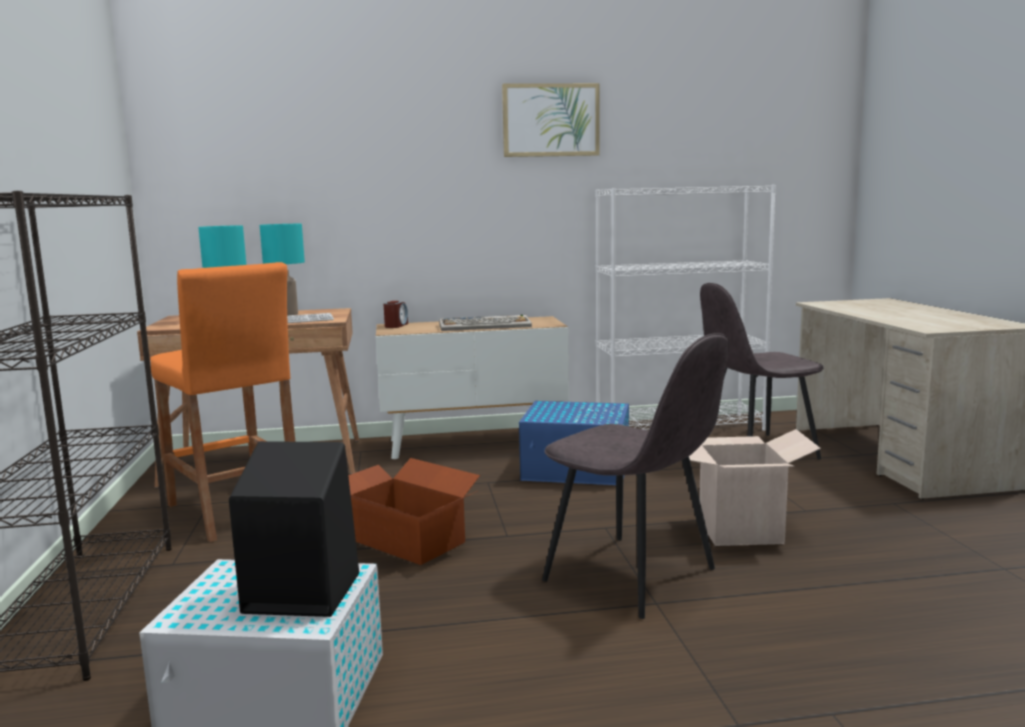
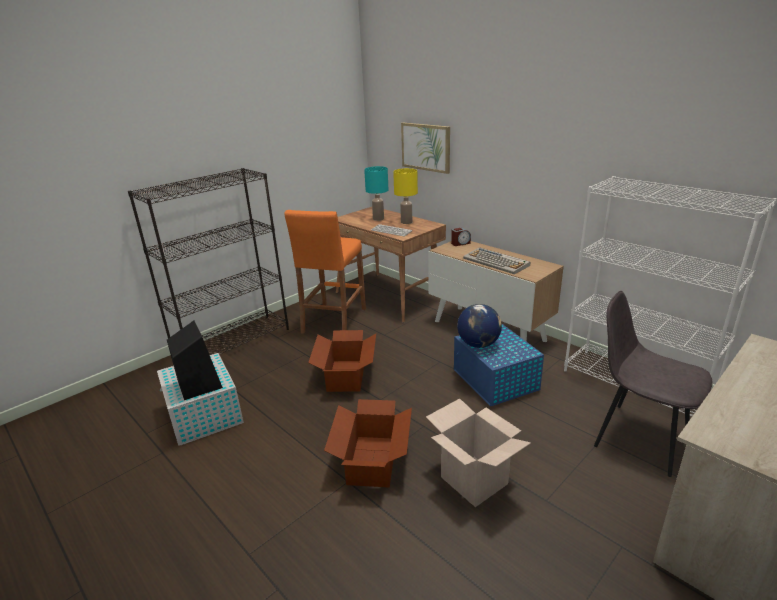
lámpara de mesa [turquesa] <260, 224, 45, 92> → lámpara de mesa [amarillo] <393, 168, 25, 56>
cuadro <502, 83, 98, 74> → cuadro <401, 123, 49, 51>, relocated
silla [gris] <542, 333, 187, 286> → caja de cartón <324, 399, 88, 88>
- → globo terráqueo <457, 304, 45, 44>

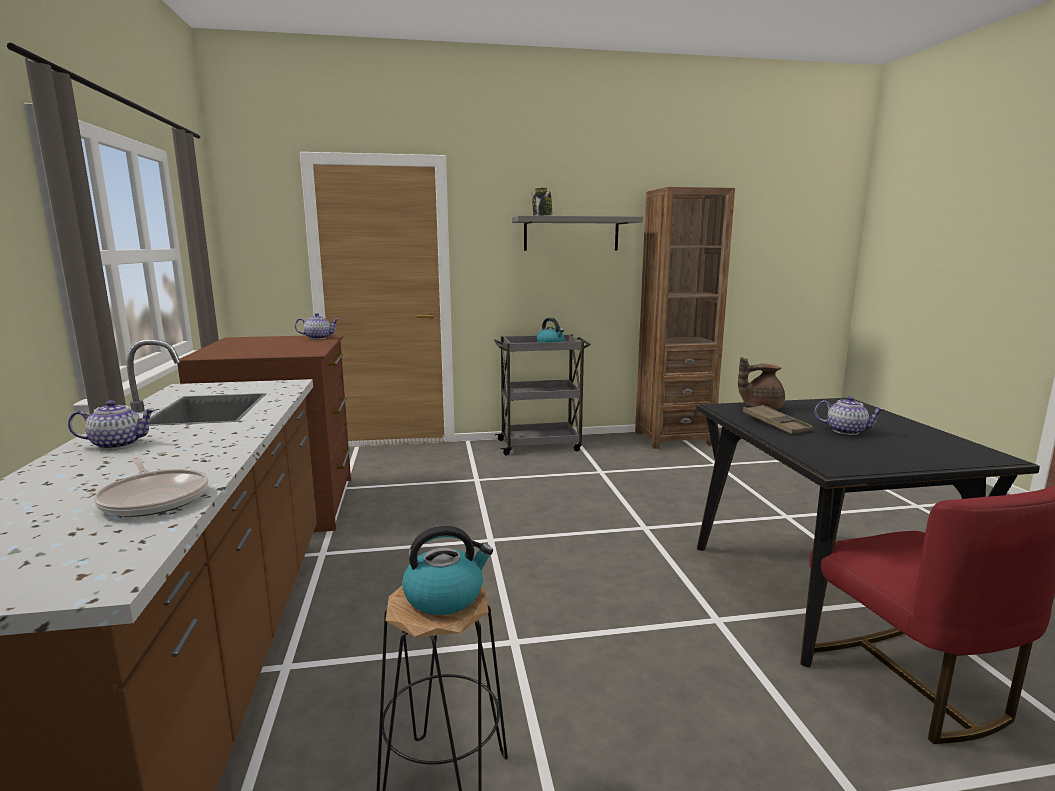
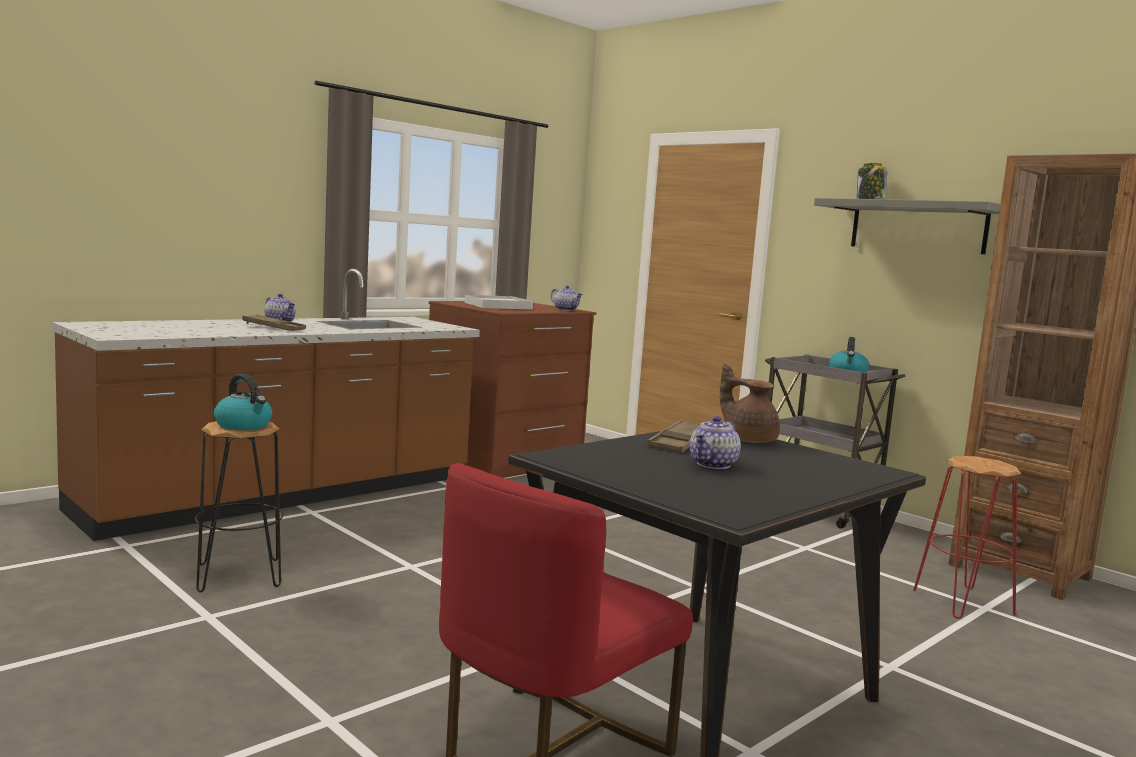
sartén <94, 457, 114, 60> → -
tetera <814, 396, 71, 39> → tetera <689, 416, 52, 53>, 45 degrees clockwise
- → bandeja [marrón] <242, 315, 64, 16>
- → bandeja [blanco] <464, 295, 69, 15>
- → taburete [rojo] <913, 456, 108, 163>

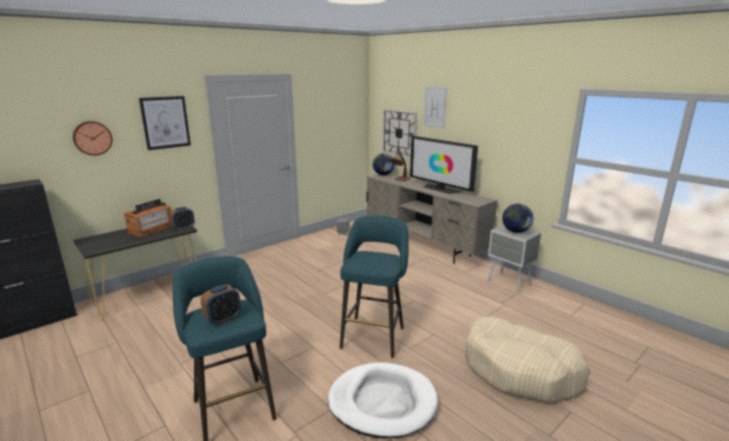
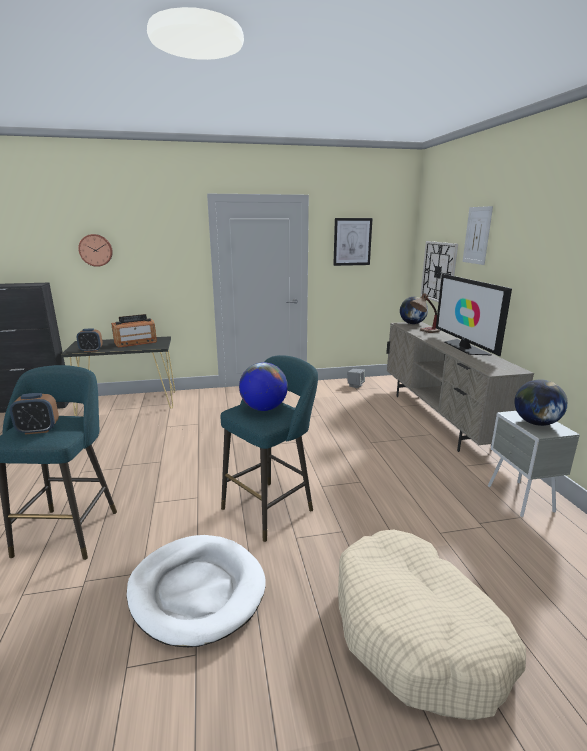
cuadro <139, 96, 52, 54> → cuadro <333, 218, 40, 48>, relocated
despertador <170, 207, 25, 24> → despertador <77, 328, 26, 24>, relocated
- → globo terráqueo <239, 362, 49, 49>

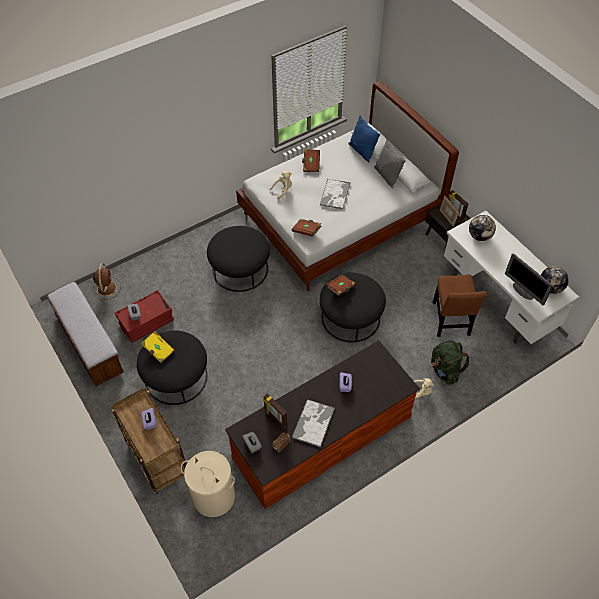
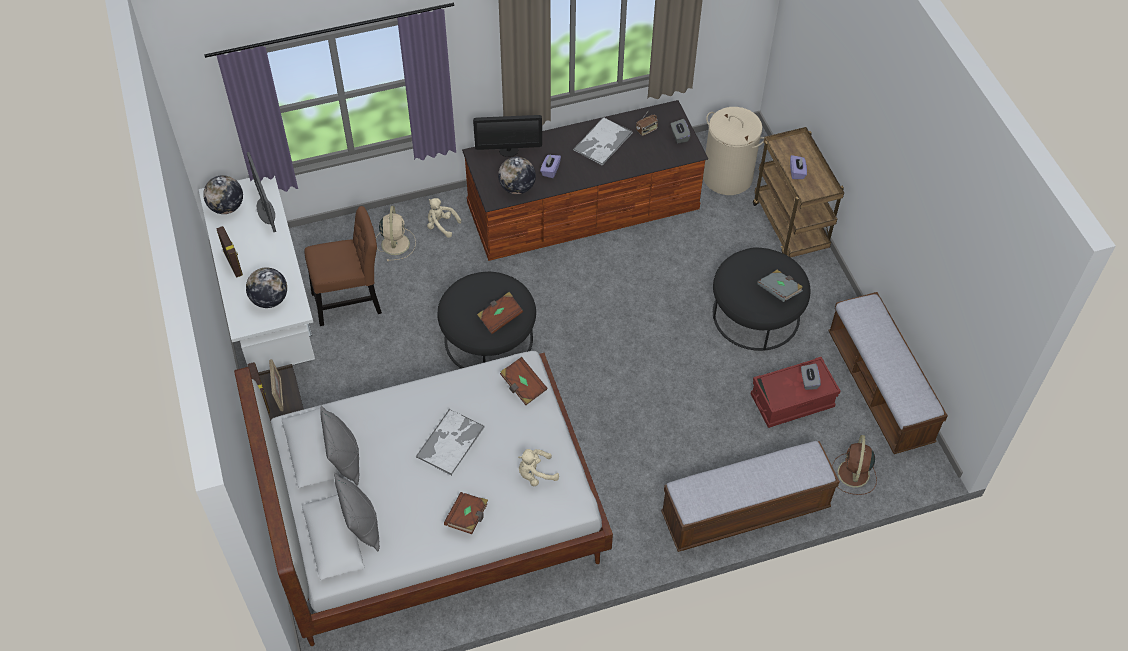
libro [amarillo] <141, 331, 33, 32> → libro [gris] <757, 270, 46, 32>
puf [negro] <207, 226, 63, 66> → -
portarretratos <263, 393, 24, 35> → portarretratos <216, 226, 27, 52>, relocated
cojín [azul] <348, 116, 32, 46> → cojín [gris] <334, 473, 46, 78>
mochila [verde] <431, 340, 39, 45> → ventilador [beis] <376, 206, 40, 55>
silla [marrón] <433, 275, 54, 62> → silla [marrón] <304, 206, 78, 120>, 60 degrees clockwise
- → monitor <473, 115, 69, 42>
- → globo terráqueo <498, 157, 38, 37>
- → banco <661, 441, 179, 111>

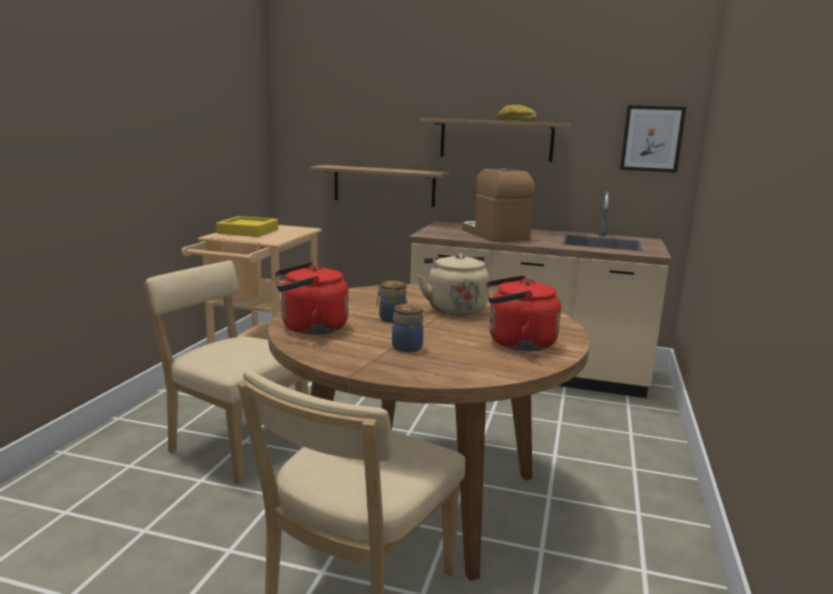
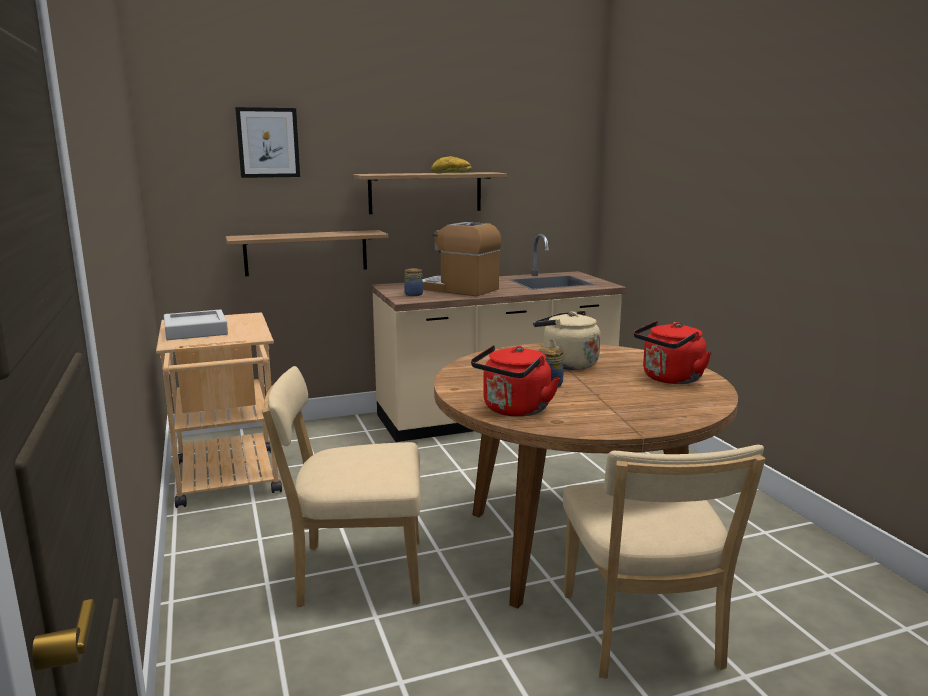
bandeja [amarillo] <216, 216, 62, 21> → bandeja [gris] <164, 309, 64, 31>
tarro <392, 304, 31, 48> → tarro <404, 268, 19, 28>, relocated
cuadro <620, 105, 66, 68> → cuadro <235, 107, 65, 71>, relocated

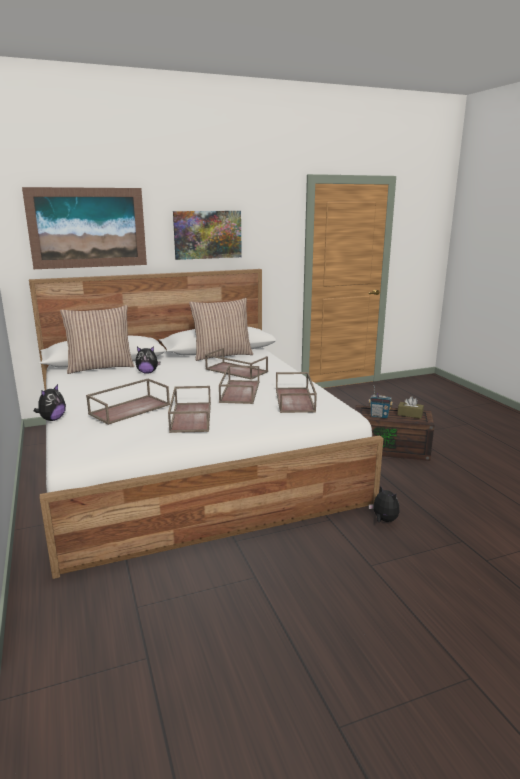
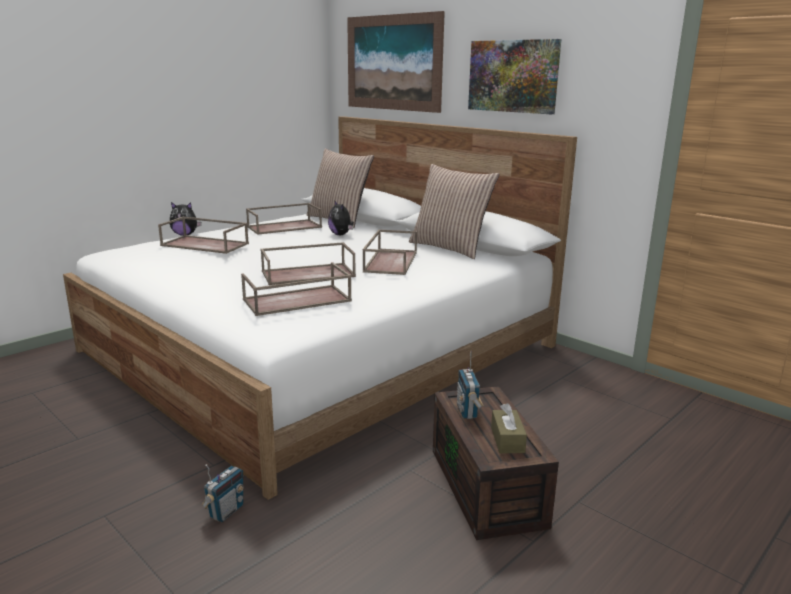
bandeja [marrón] <168, 386, 43, 47> → bandeja [marrón] <246, 203, 76, 32>, relocated
peluche <369, 486, 30, 36> → radio <201, 464, 42, 58>

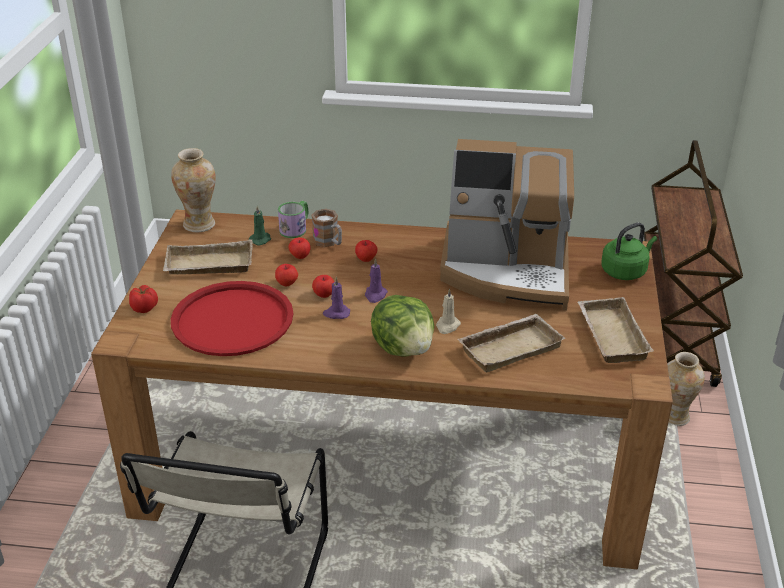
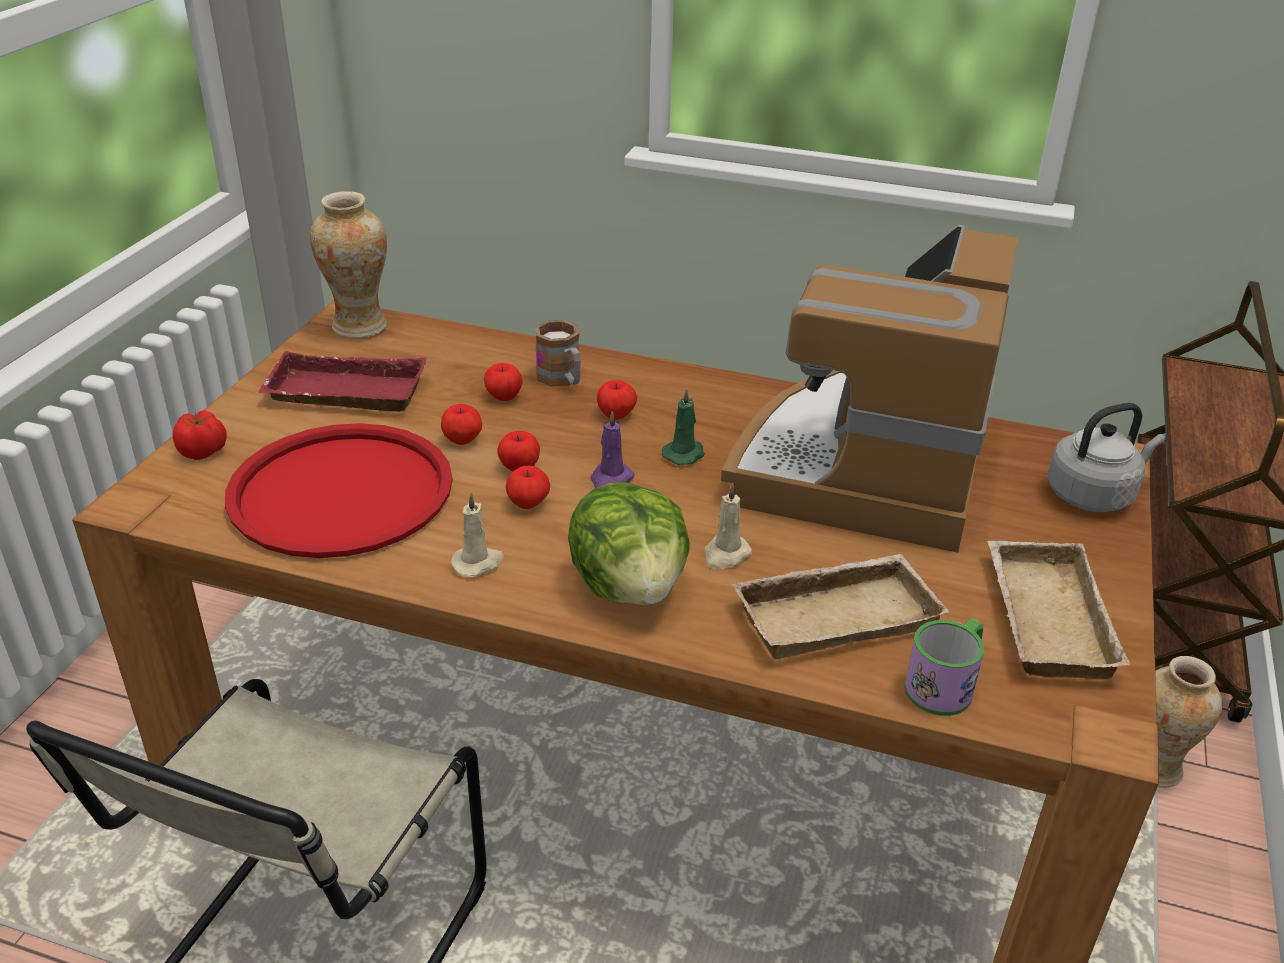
bandeja [beis] <163, 239, 90, 35> → bandeja [rojo] <258, 351, 169, 61>
vela [verde] <249, 205, 22, 41> → vela [verde] <661, 388, 44, 78>, relocated
taza grande <278, 201, 31, 37> → taza grande <904, 619, 80, 97>, relocated
vela [morado] <323, 277, 27, 42> → manzana <506, 466, 44, 43>
cafetera <440, 139, 134, 171> → cafetera <721, 225, 297, 328>, 90 degrees clockwise
hervidor [verde] <601, 222, 56, 58> → hervidor [gris] <1047, 403, 118, 109>
- → vela [beis] <451, 492, 53, 85>

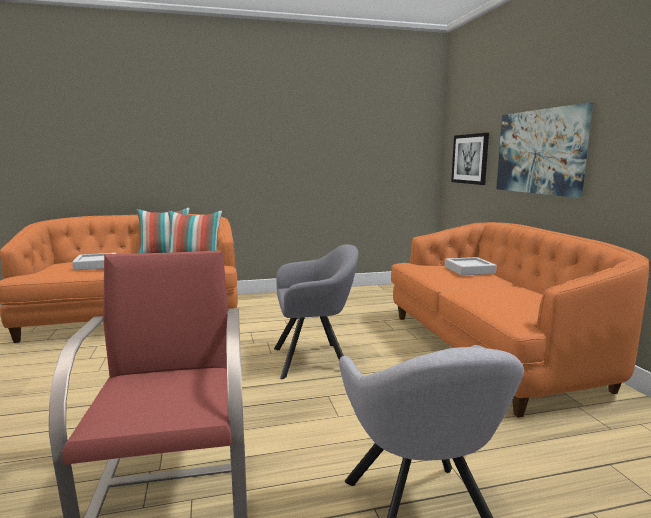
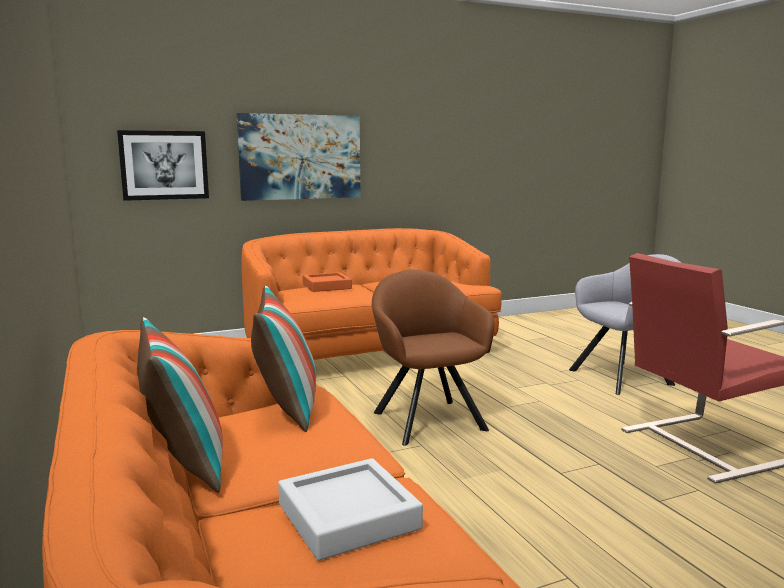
sillón [gris] <274, 244, 85, 135> → sillón [marrón] <372, 270, 123, 176>
bandeja [gris] <445, 257, 52, 19> → bandeja [naranja] <303, 272, 49, 20>

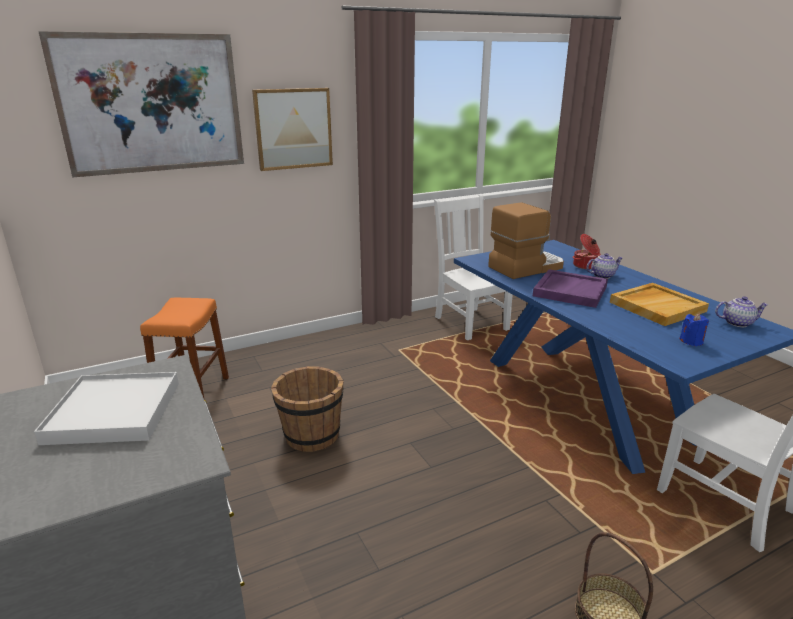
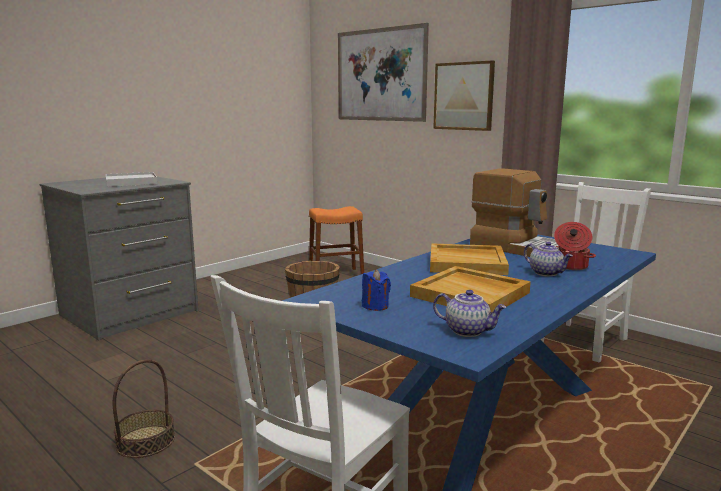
bandeja [morado] <533, 269, 75, 39> → bandeja [beis] <430, 243, 79, 32>
tetera <715, 296, 54, 31> → tetera <433, 290, 74, 47>, 45 degrees counterclockwise

